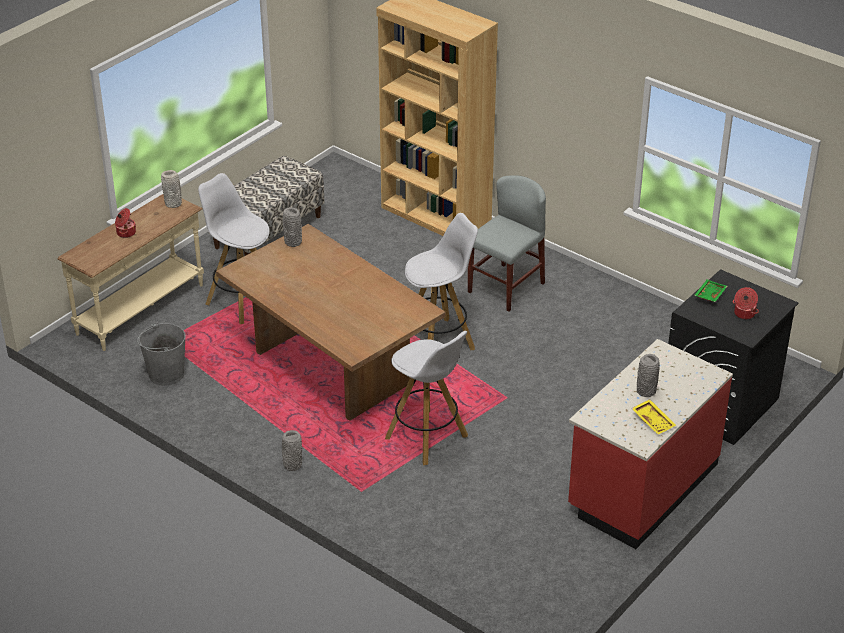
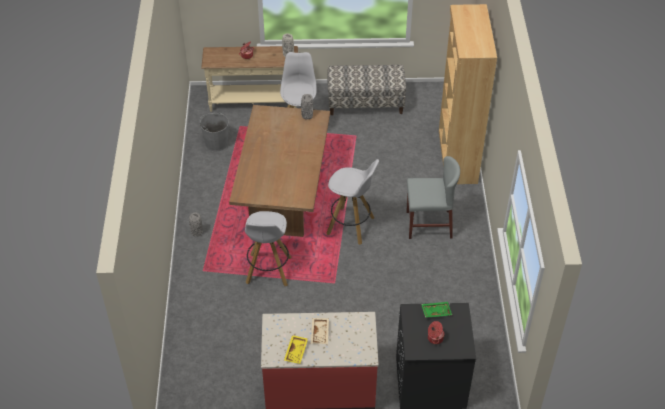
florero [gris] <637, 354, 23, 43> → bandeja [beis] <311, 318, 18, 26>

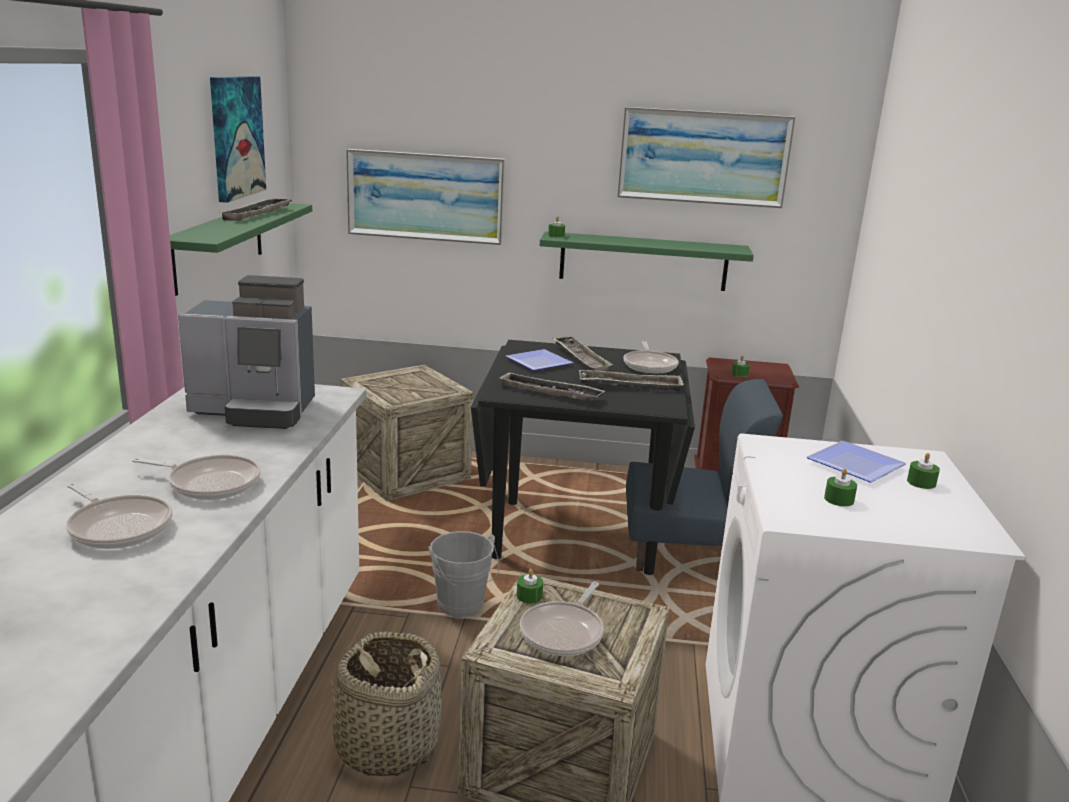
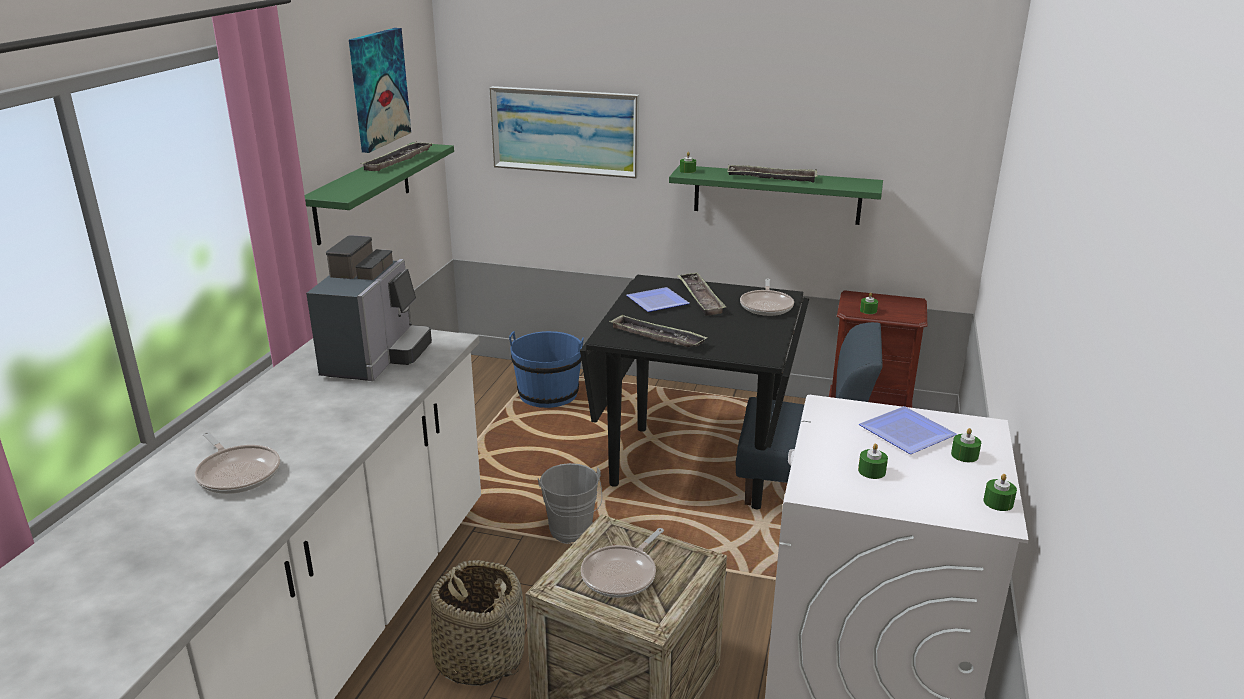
sartén <132, 455, 129, 45> → -
cafetera <178, 275, 137, 154> → cafetera <306, 235, 126, 146>, 90 degrees counterclockwise
caja de embalaje <341, 365, 132, 136> → cubo [azul] <509, 331, 75, 77>
vela [verde] <517, 569, 26, 34> → vela [verde] <983, 474, 34, 37>, relocated
bandeja <579, 369, 105, 23> → bandeja <727, 165, 90, 18>, relocated
cuadro <617, 107, 179, 101> → -

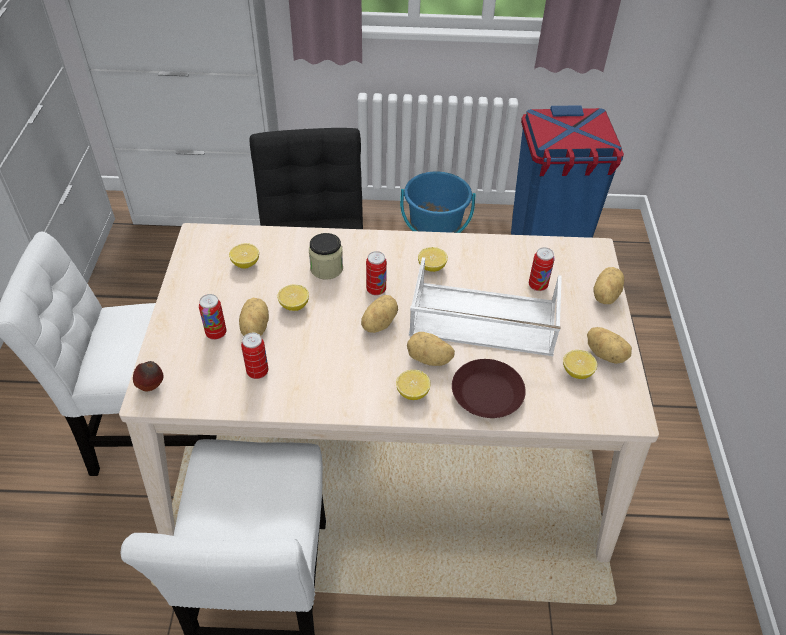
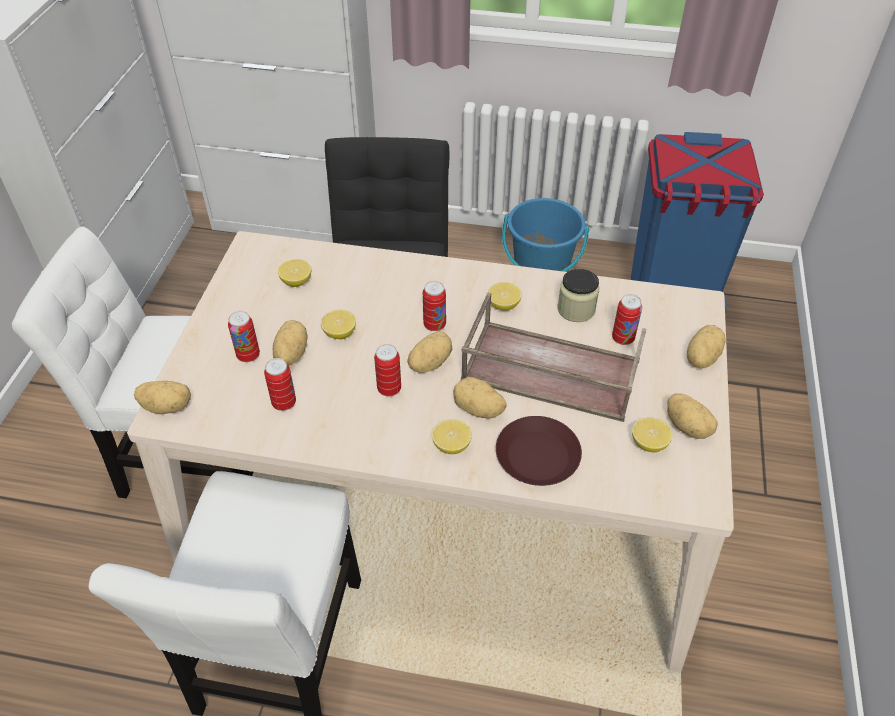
manzana <133, 361, 30, 31> → patata <134, 381, 57, 33>
tarro <309, 233, 34, 47> → tarro <558, 269, 41, 53>, relocated
bandeja [blanco] <409, 257, 153, 99> → bandeja [marrón] <461, 293, 185, 129>
- → lata <374, 344, 27, 52>

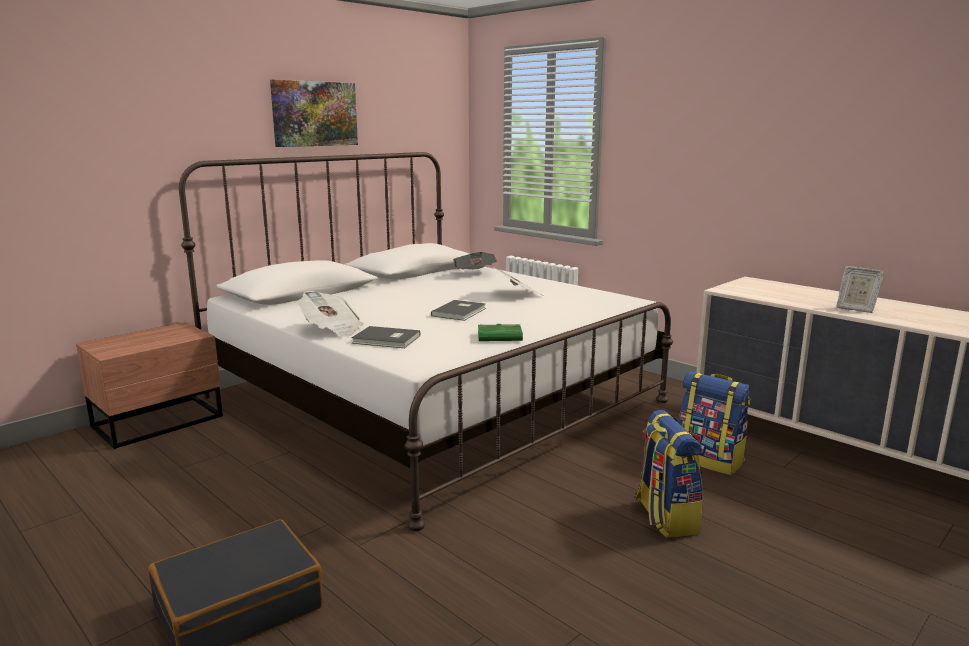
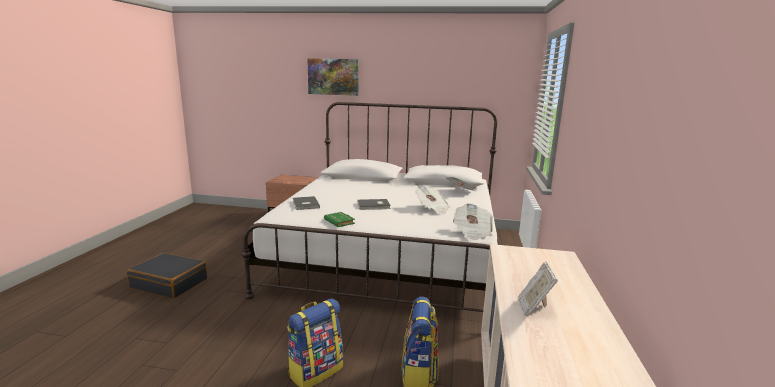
cuadro <270, 80, 88, 67> → cuadro <307, 58, 52, 38>, relocated
periódico <297, 291, 66, 46> → periódico <453, 203, 40, 38>, relocated

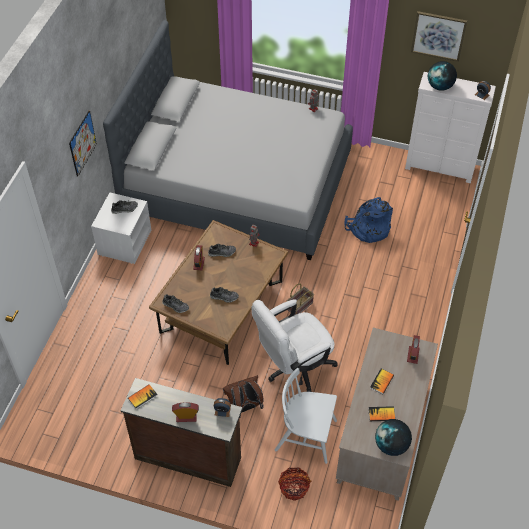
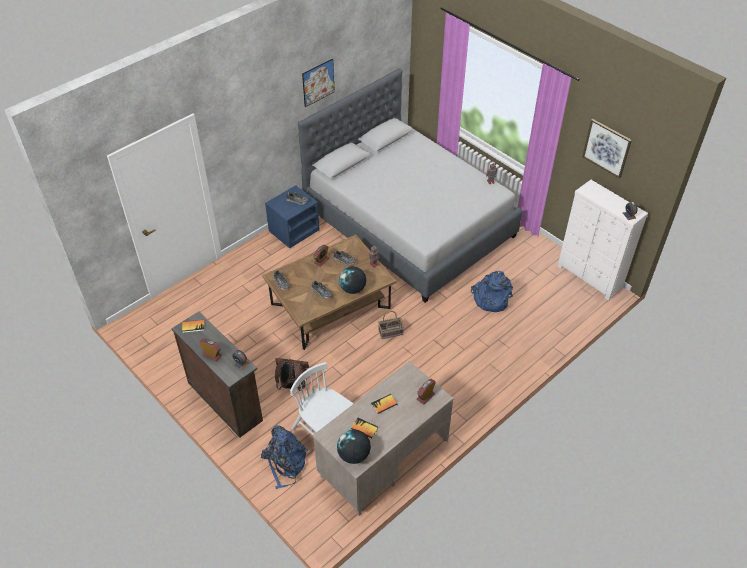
cuadro <69, 110, 28, 67> → cuadro <302, 58, 33, 49>, relocated
mesita de noche [blanco] <91, 192, 60, 72> → mesita de noche [azul] <265, 185, 55, 63>
silla de oficina [blanco] <251, 299, 87, 93> → -
cesta <278, 467, 33, 34> → mochila [azul] <261, 425, 48, 64>
globo terráqueo <428, 61, 29, 30> → globo terráqueo <339, 267, 27, 27>, relocated

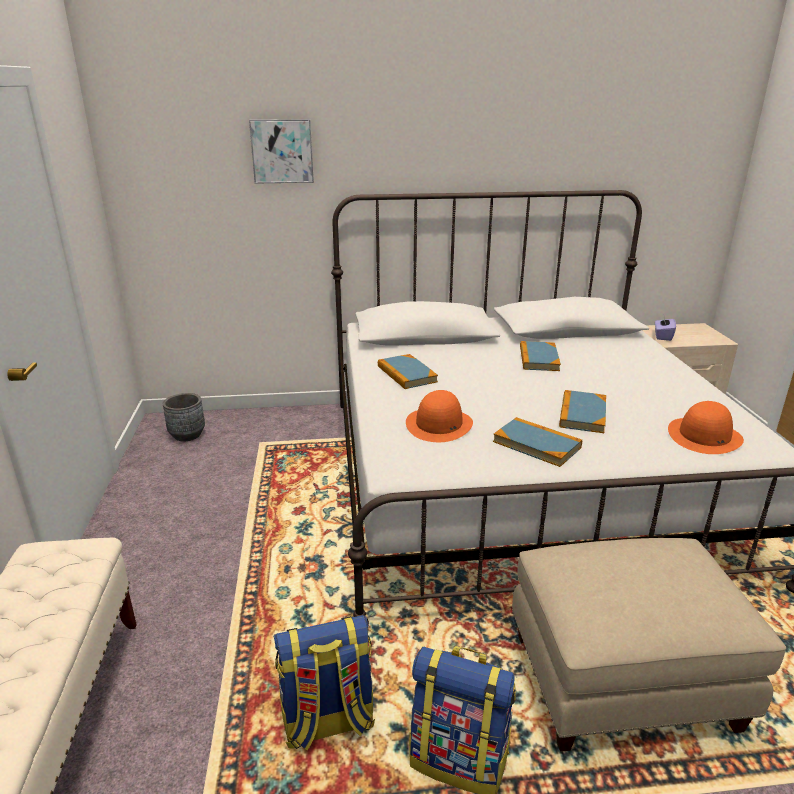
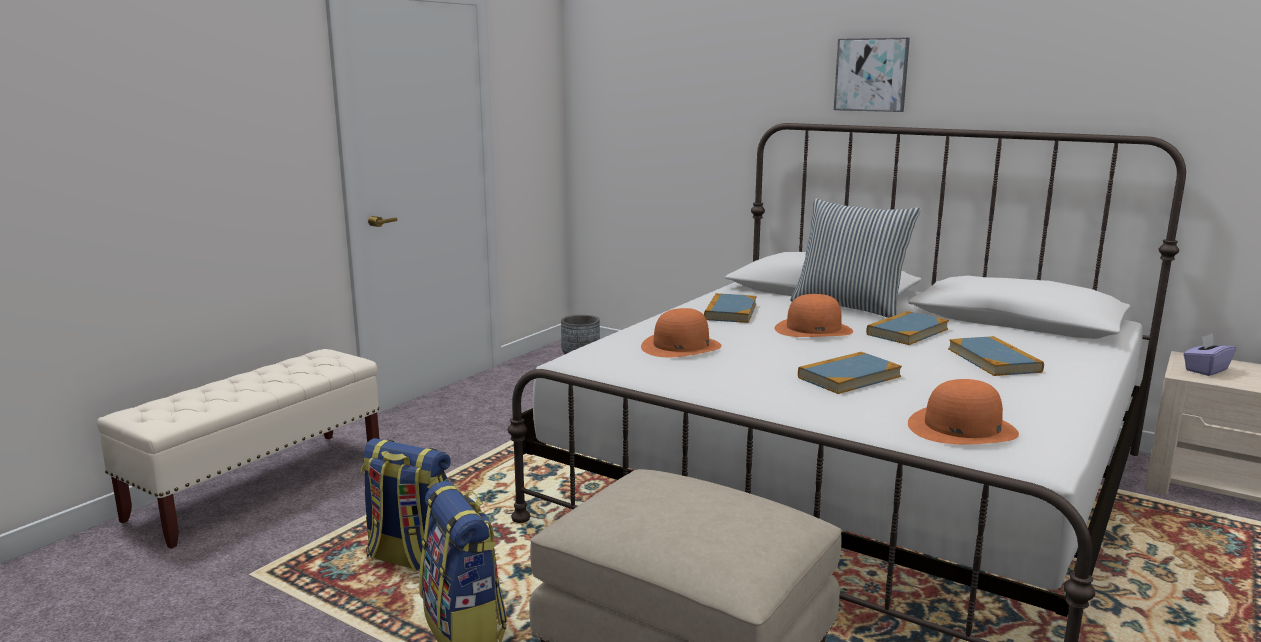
cuadro <249, 119, 65, 65> → cuadro <834, 38, 76, 74>, relocated
libro <493, 417, 89, 50> → libro <948, 336, 96, 40>, relocated
- → sombrero [naranja] <775, 294, 78, 43>
- → cojín <790, 198, 131, 120>

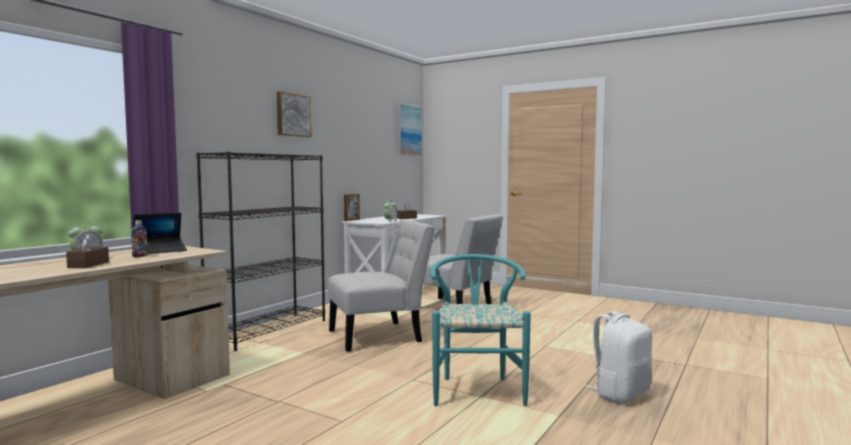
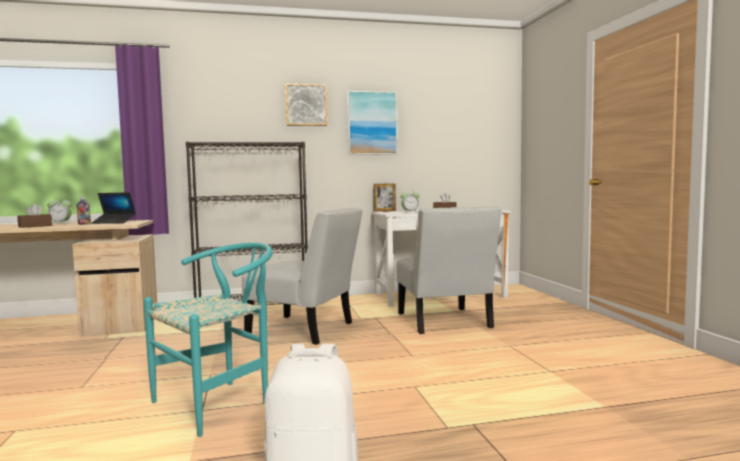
cuadro <397, 103, 25, 53> → cuadro <347, 91, 51, 64>, relocated

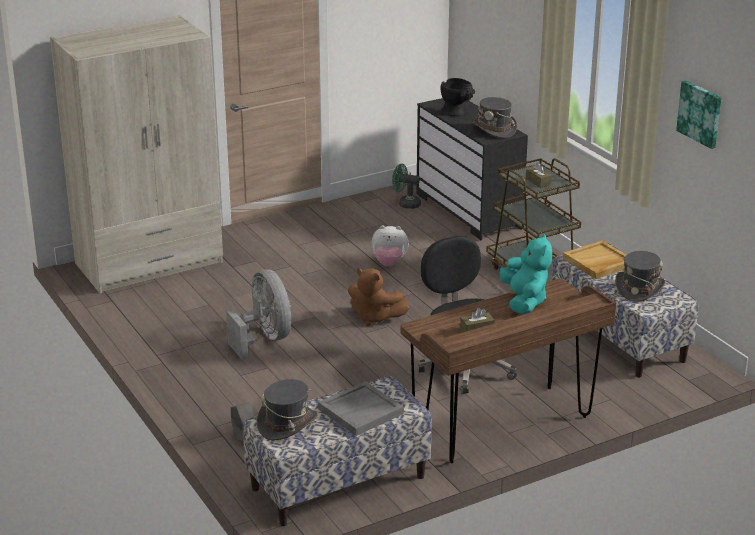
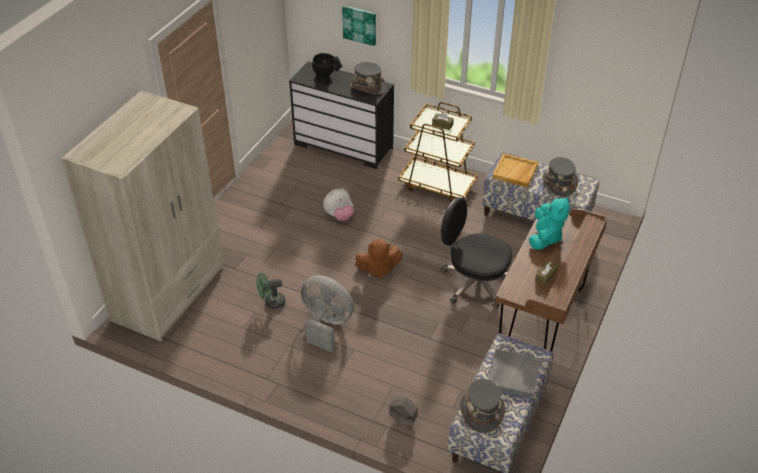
ventilador [verde] <392, 164, 29, 45> → ventilador [verde] <257, 273, 28, 36>, relocated
peluche [turquesa] <499, 234, 53, 81> → peluche [turquesa] <529, 196, 41, 54>, 60 degrees clockwise
cuadro <676, 80, 45, 69> → cuadro <342, 5, 34, 41>, relocated

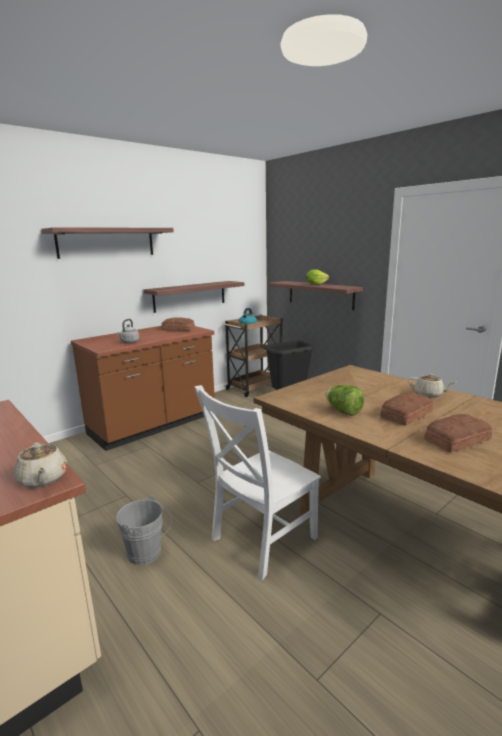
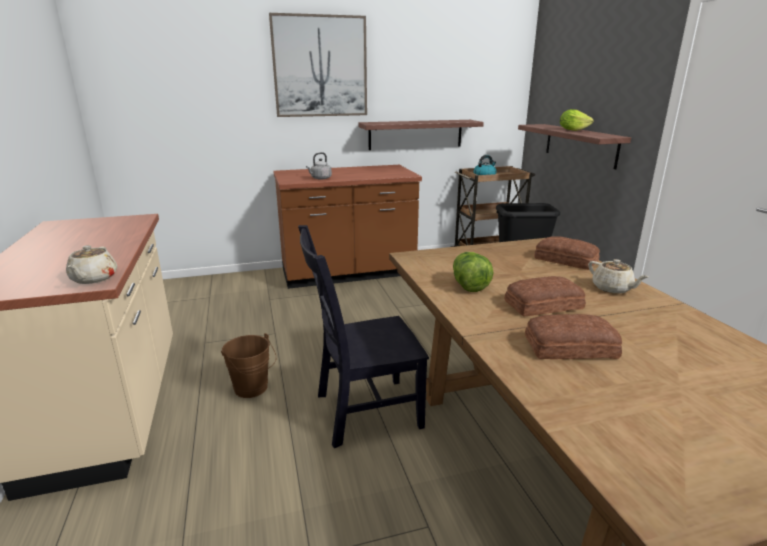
estante <41, 227, 133, 32> → cuadro <269, 13, 98, 104>
cubo [gris] <116, 495, 56, 70> → cubo [marrón] <221, 333, 55, 65>
pan <161, 318, 34, 13> → pan <534, 237, 66, 33>, relocated
silla [blanco] <194, 385, 127, 195> → silla [negro] <298, 225, 131, 223>

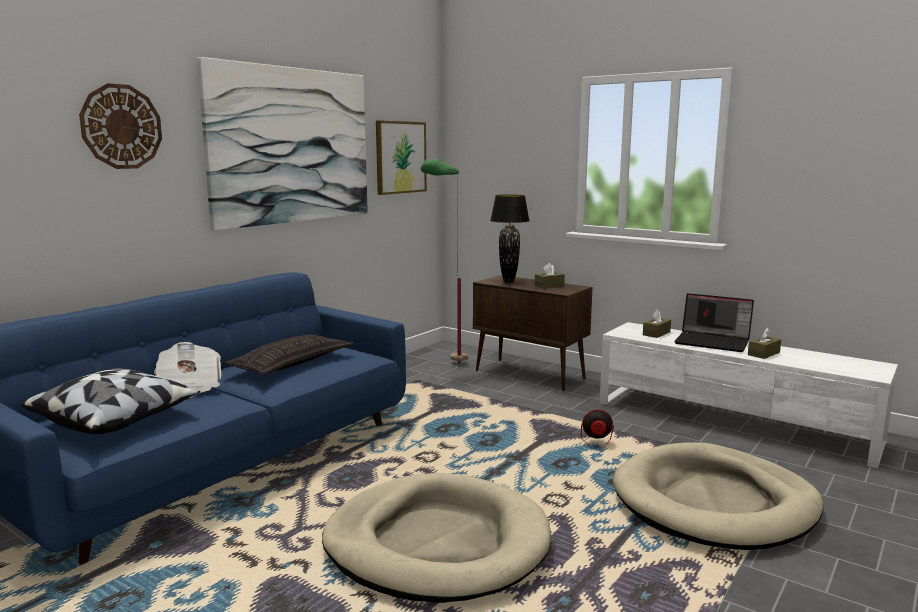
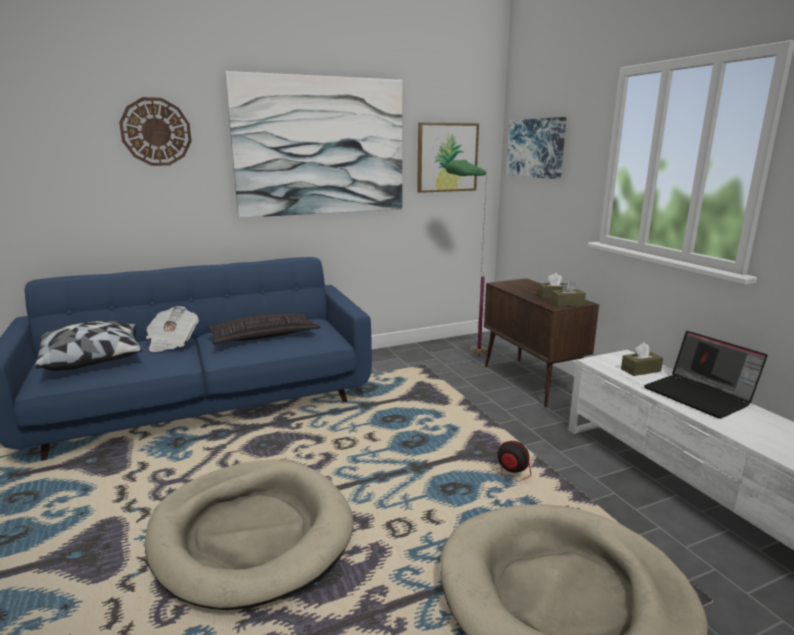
lámpara de mesa [negro] <490, 195, 40, 88> → -
caja de pañuelos [marrón] <748, 327, 33, 32> → caja de pañuelos [marrón] <550, 280, 36, 27>, relocated
- → cuadro <506, 117, 60, 62>

